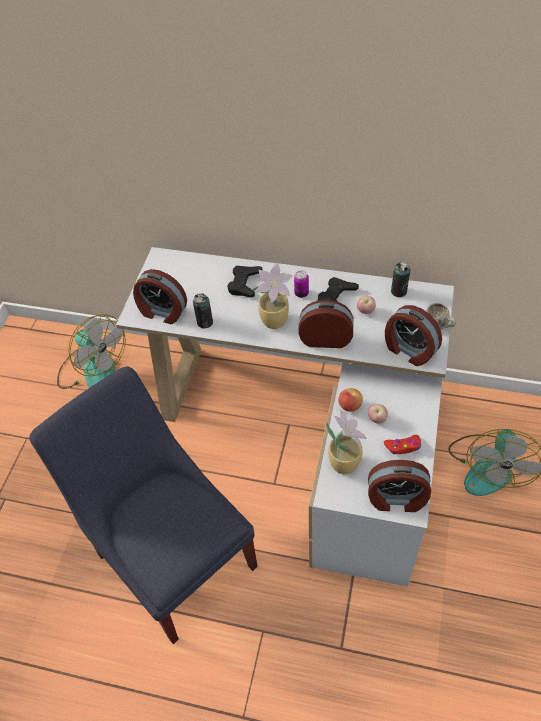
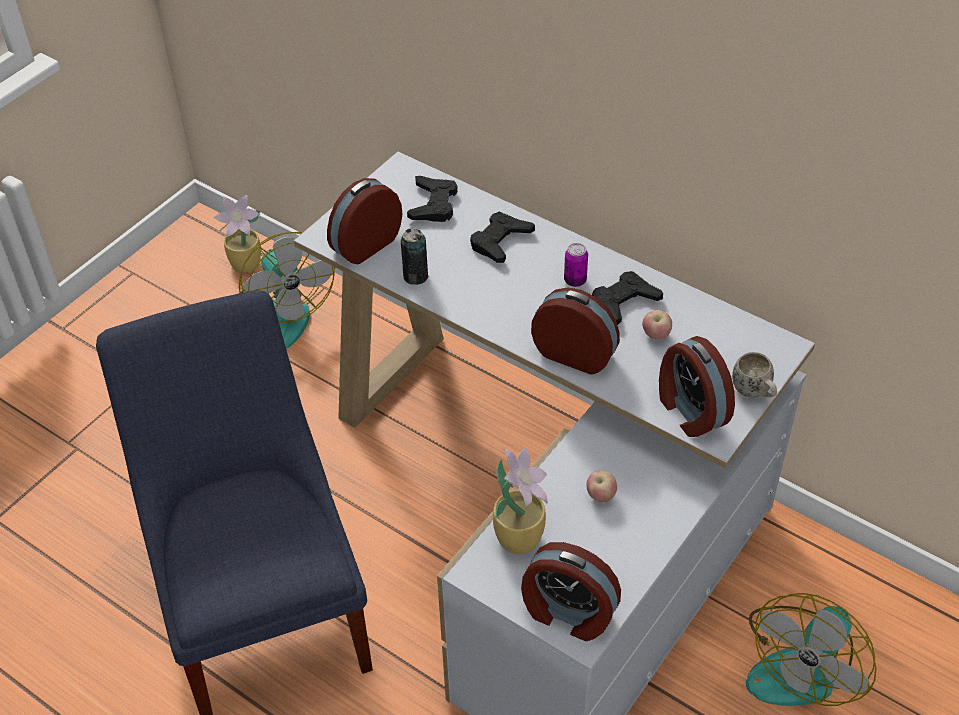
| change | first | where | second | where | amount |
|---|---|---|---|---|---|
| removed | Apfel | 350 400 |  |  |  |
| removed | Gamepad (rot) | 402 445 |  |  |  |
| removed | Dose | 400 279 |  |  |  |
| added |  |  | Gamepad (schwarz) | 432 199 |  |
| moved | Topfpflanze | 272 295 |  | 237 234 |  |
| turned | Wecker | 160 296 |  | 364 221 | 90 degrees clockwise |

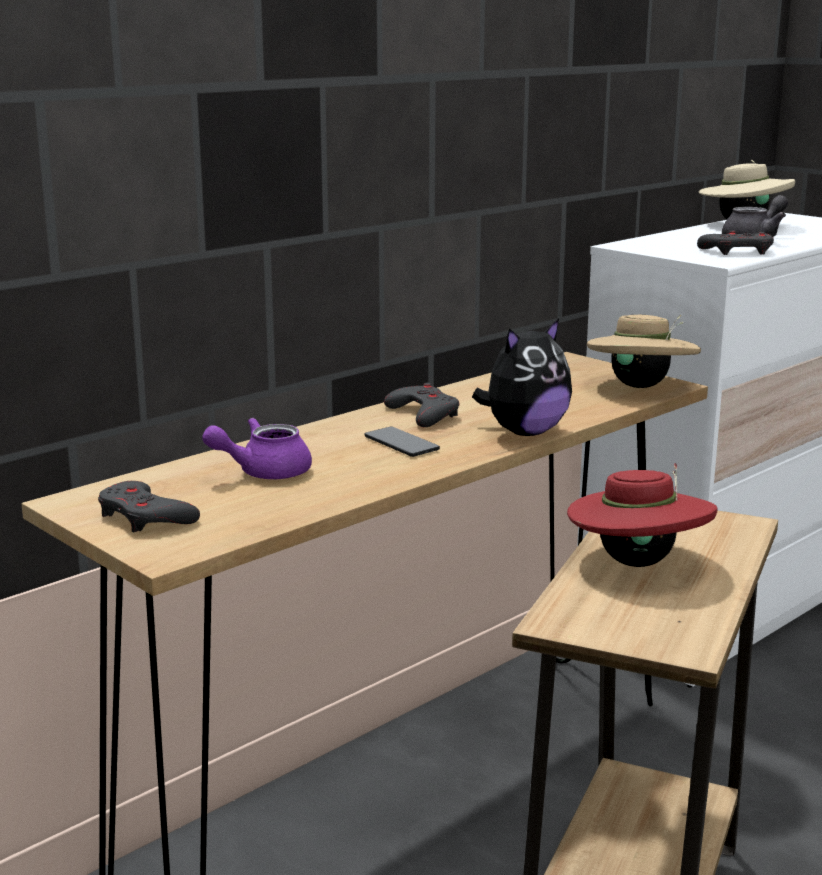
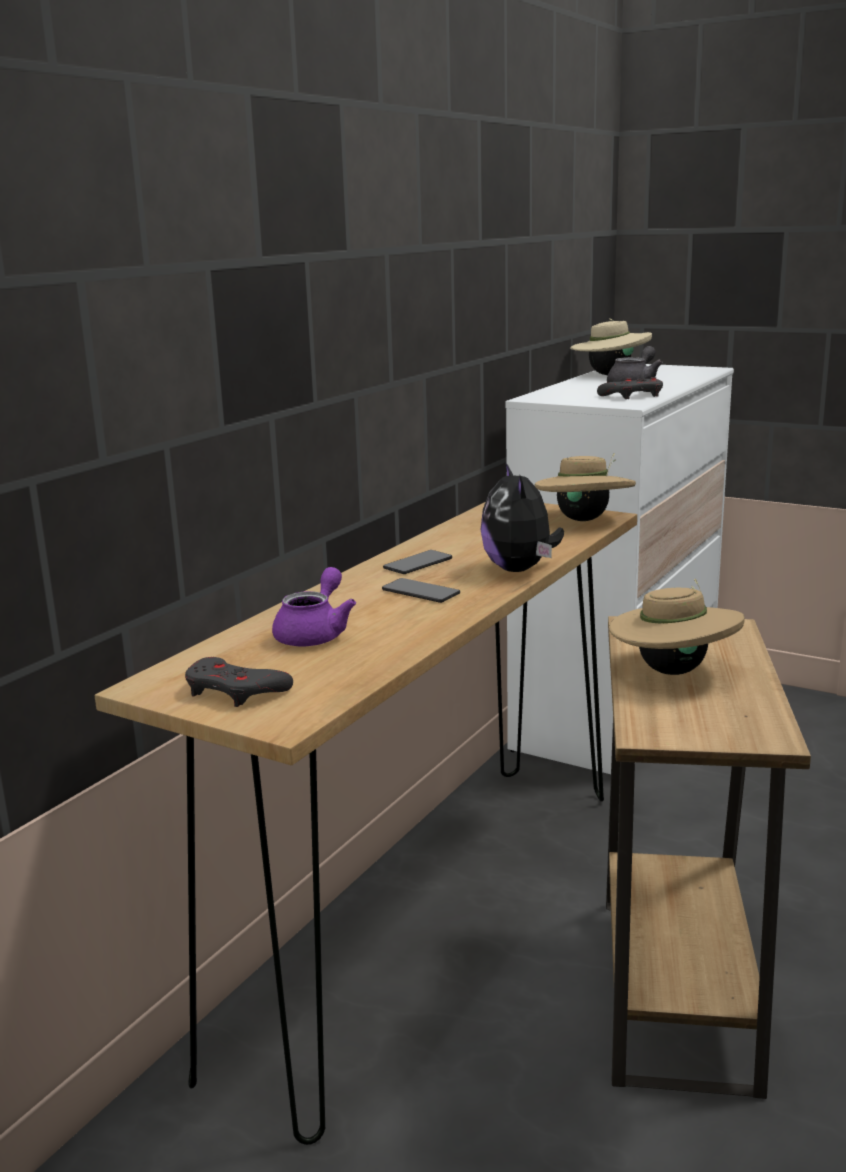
| change | first | where | second | where | amount |
|---|---|---|---|---|---|
| replaced | Gamepad (grau) | 422 405 | Handy | 417 562 |  |
| recoloured | Hut (rot) | 642 515 | Hut (beige) | 677 627 |  |
| turned | Teekanne (lila) | 257 448 |  | 314 606 | 150 degrees clockwise |
| turned | Plüschtier | 522 377 |  | 522 517 | 135 degrees clockwise |

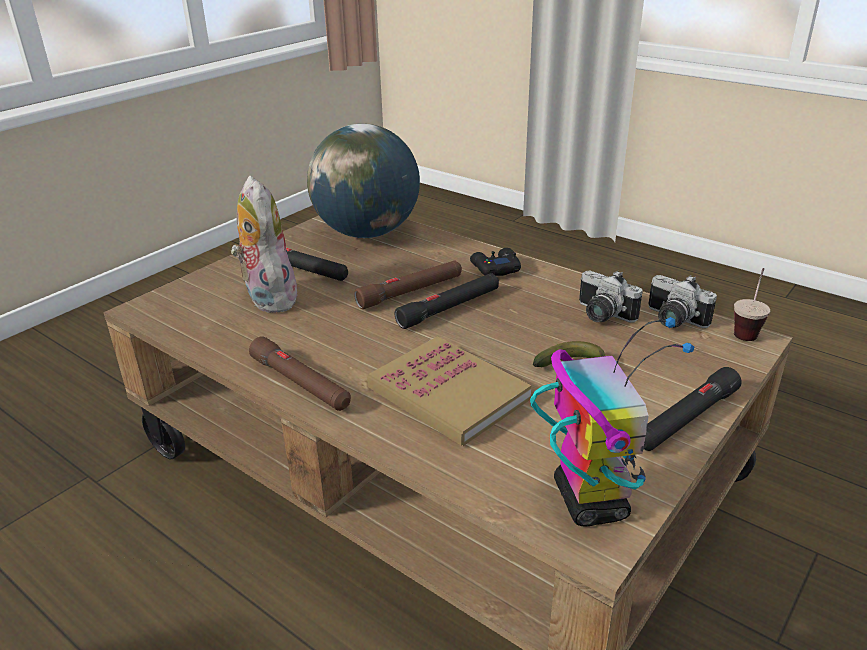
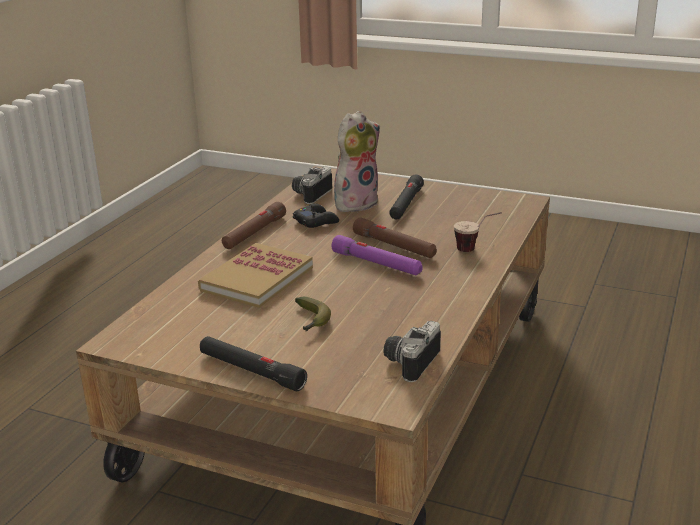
| change | first | where | second | where | amount |
|---|---|---|---|---|---|
| removed | Globus | 363 181 |  |  |  |
| removed | Spielzeugroboter | 612 421 |  |  |  |
| moved | Gamepad (schwarz) | 495 262 |  | 316 216 |  |
| moved | Kamera | 611 297 |  | 312 185 |  |
| moved | Tasse | 752 304 |  | 478 232 |  |
| recoloured | Taschenlampe (schwarz) | 447 301 | Taschenlampe (lila) | 377 255 |  |

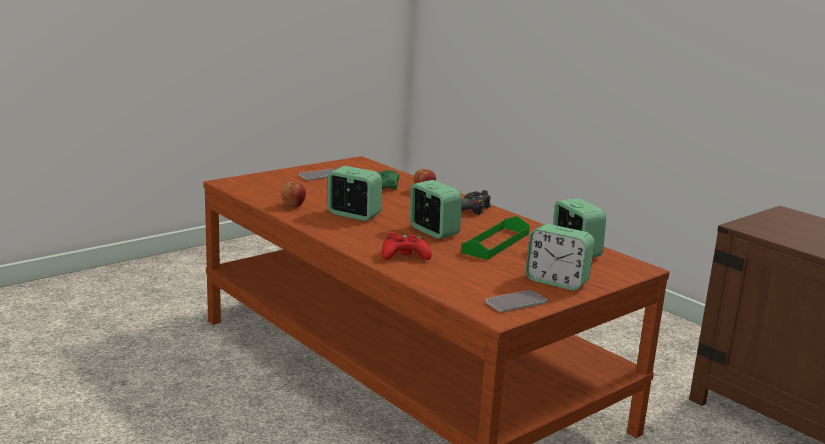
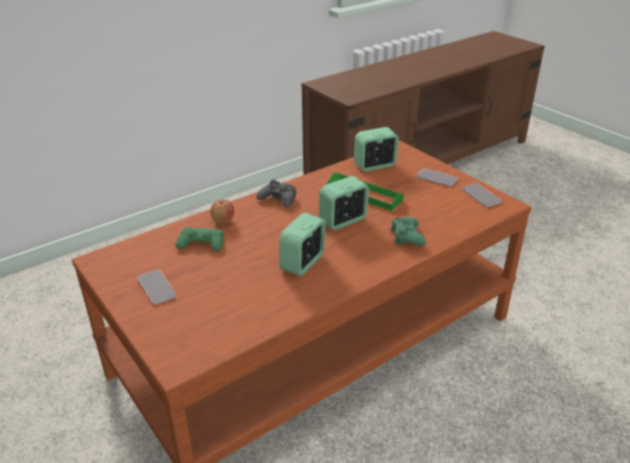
| change | first | where | second | where | amount |
|---|---|---|---|---|---|
| removed | Apfel | 293 194 |  |  |  |
| replaced | Wecker | 560 257 | Handy | 437 177 |  |
| recoloured | Gamepad (rot) | 407 246 | Gamepad (grün) | 408 231 |  |

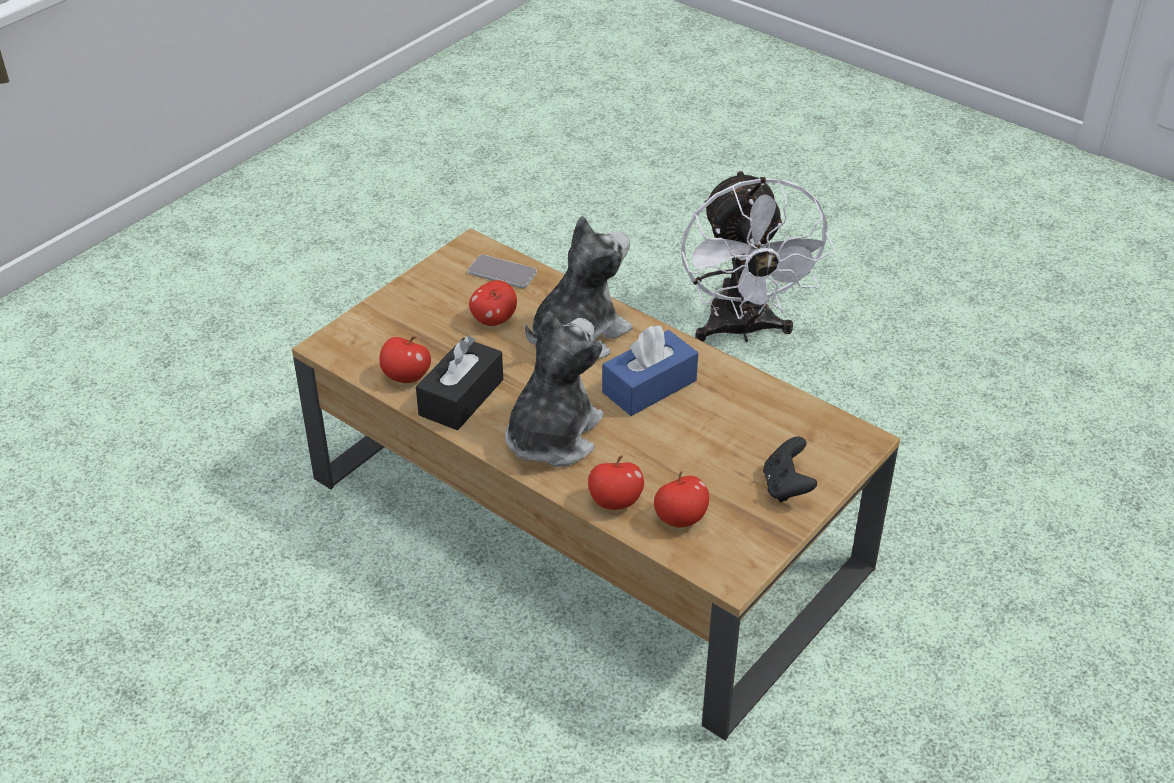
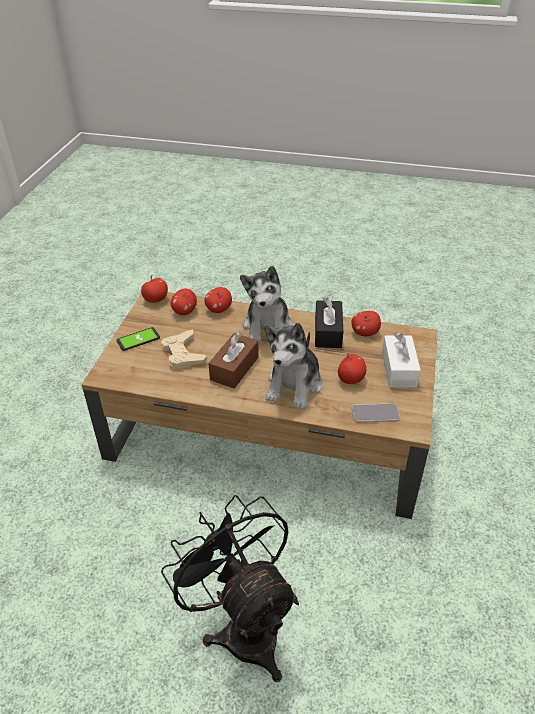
| change | first | where | second | where | amount |
|---|---|---|---|---|---|
| added |  |  | Apfel | 154 289 |  |
| added |  |  | Gamepad (beige) | 184 349 |  |
| added |  |  | Taschentuchbox (weiß) | 401 360 |  |
| replaced | Gamepad (schwarz) | 790 469 | Handy | 138 339 |  |
| recoloured | Taschentuchbox (blau) | 650 371 | Taschentuchbox (braun) | 233 360 |  |
| recoloured | Ventilator (weiß) | 758 256 | Ventilator (schwarz) | 230 588 |  |

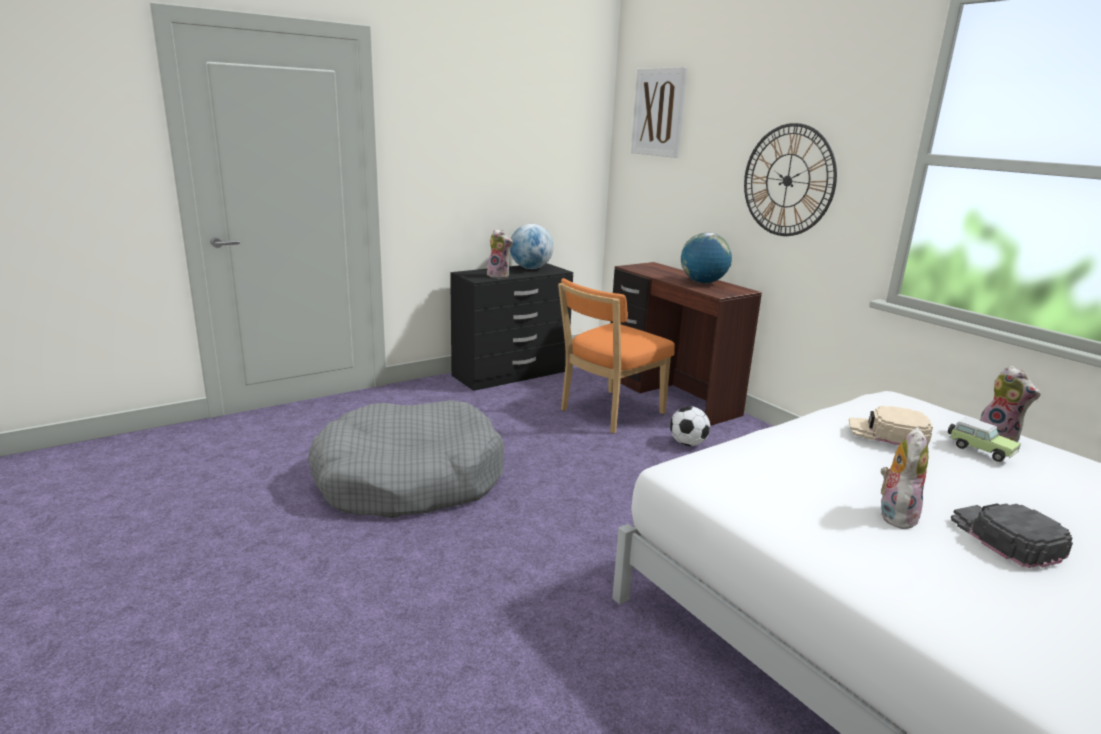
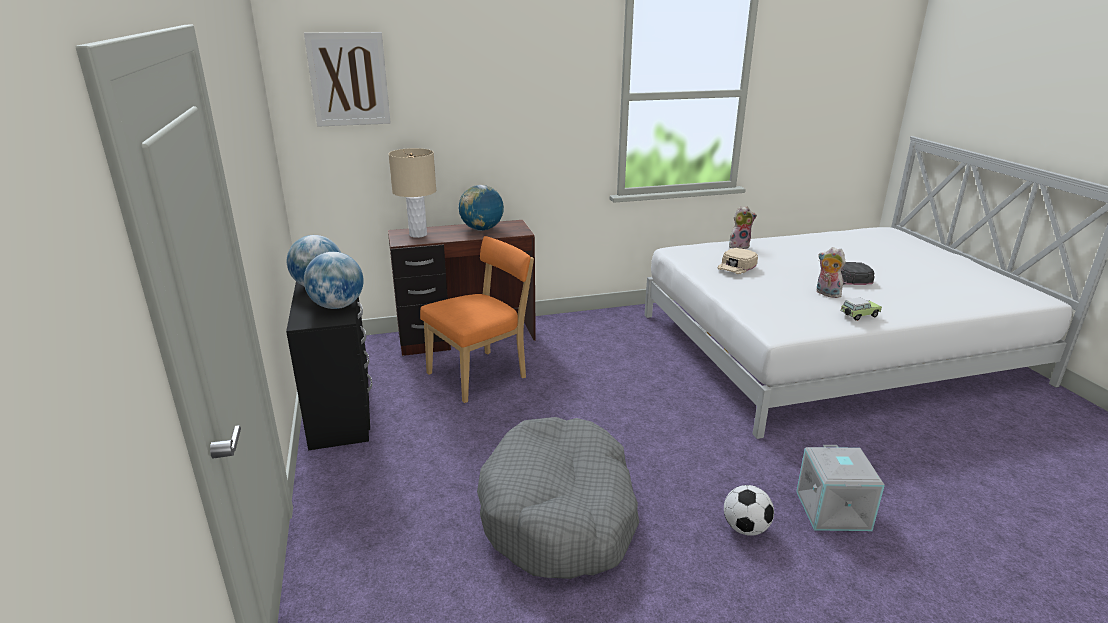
| change | first | where | second | where | amount |
|---|---|---|---|---|---|
| removed | Wanduhr | 790 179 |  |  |  |
| added |  |  | Tischlampe (beige) | 412 193 |  |
| added |  |  | Aufbewahrungsbox (grau) | 840 488 |  |
| moved | Fußball | 690 426 |  | 749 510 |  |
| moved | Spielzeugauto | 984 439 |  | 861 309 |  |
| replaced | Plüschtier | 500 254 | Globus | 334 280 |  |
| turned | Stuhl (orange) | 616 355 |  | 477 319 | 105 degrees counterclockwise |

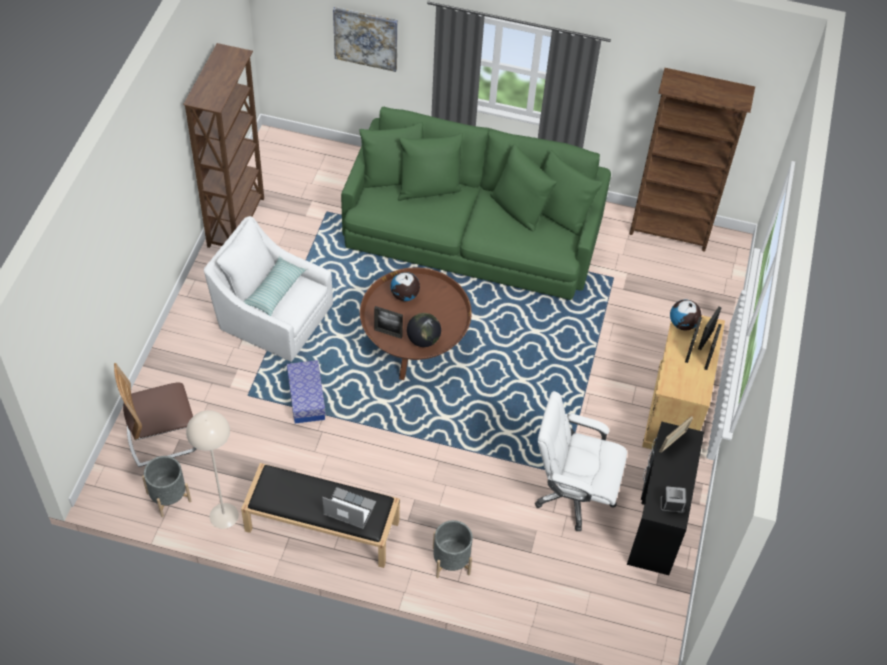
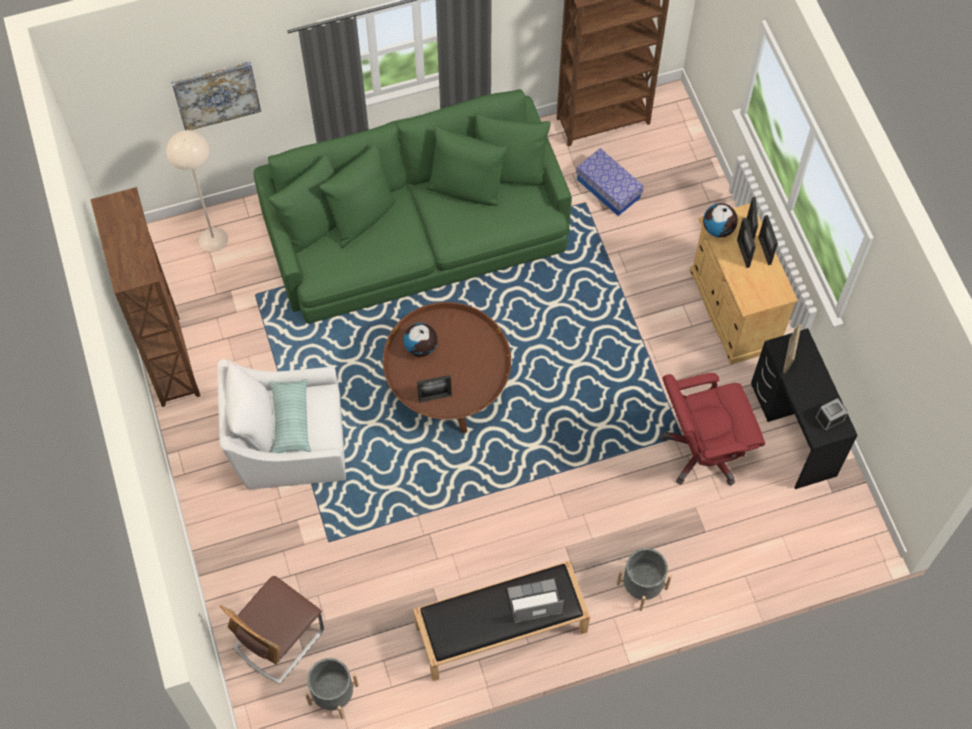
| change | first | where | second | where | amount |
|---|---|---|---|---|---|
| removed | Globus | 424 330 |  |  |  |
| moved | Stehlampe (beige) | 212 469 |  | 197 191 |  |
| moved | Aufbewahrungsbox | 306 392 |  | 610 182 |  |
| recoloured | Bürostuhl (weiß) | 581 461 | Bürostuhl (rot) | 712 429 |  |

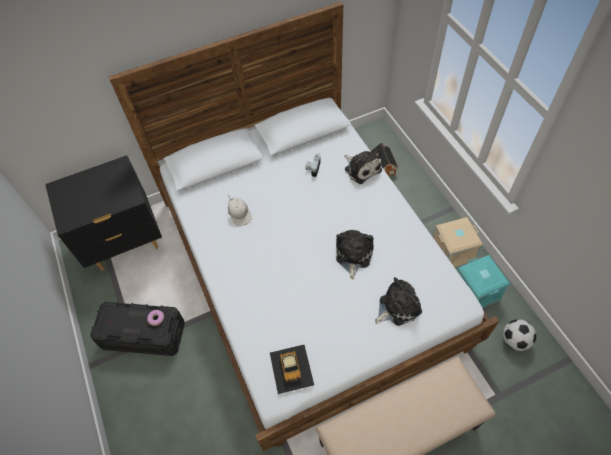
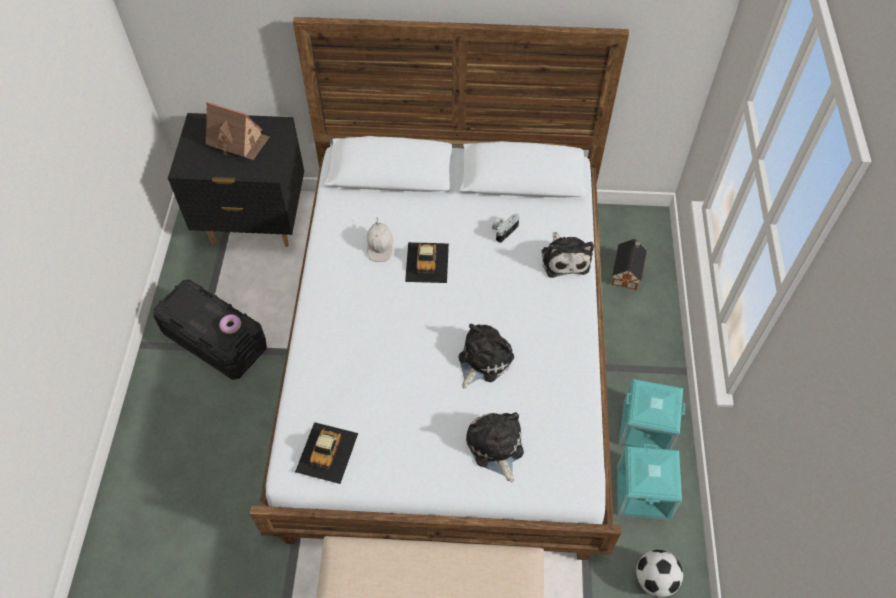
| change | first | where | second | where | amount |
|---|---|---|---|---|---|
| added |  |  | Spielzeughaus | 237 131 |  |
| added |  |  | Spielzeugauto | 427 262 |  |
| recoloured | Aufbewahrungsbox (beige) | 457 242 | Aufbewahrungsbox (türkis) | 652 414 |  |
| turned | Plüschtier | 398 301 |  | 495 447 | 105 degrees counterclockwise |

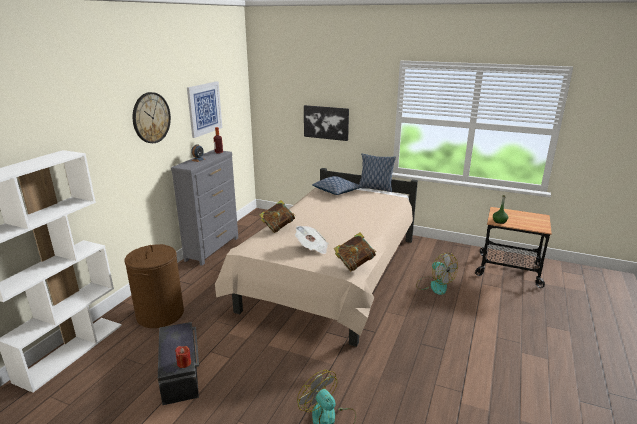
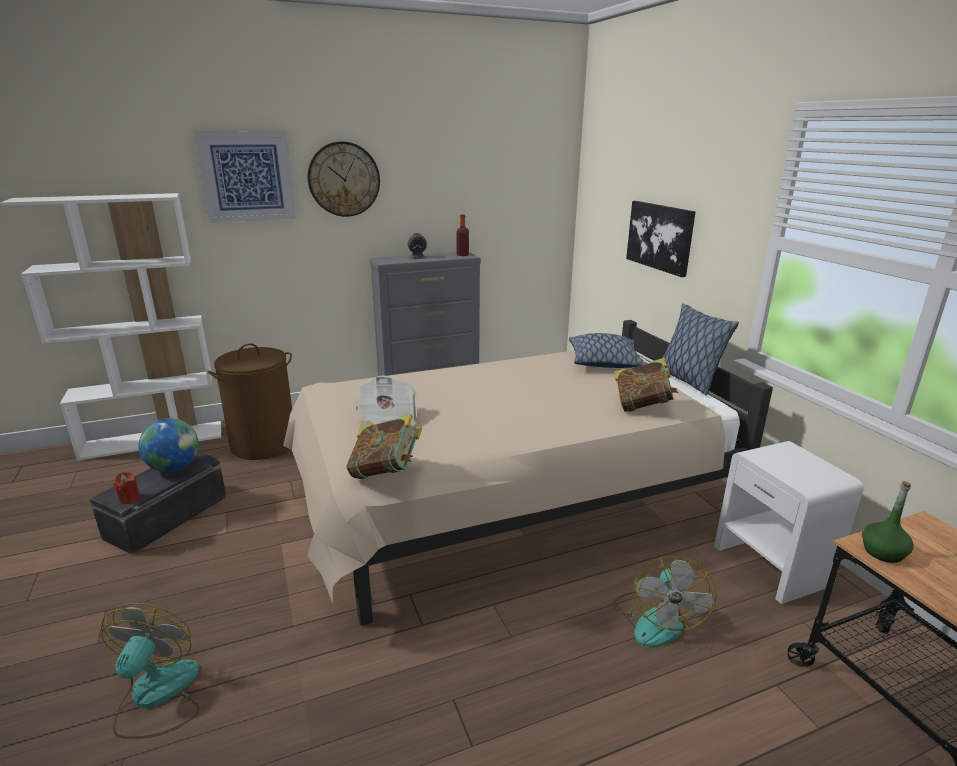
| change | first | where | second | where | amount |
|---|---|---|---|---|---|
| added |  |  | Globus | 168 445 |  |
| added |  |  | Nachttisch (weiß) | 789 522 |  |
| moved | Bild | 204 109 |  | 245 177 |  |
| moved | Buch | 277 216 |  | 646 385 |  |

